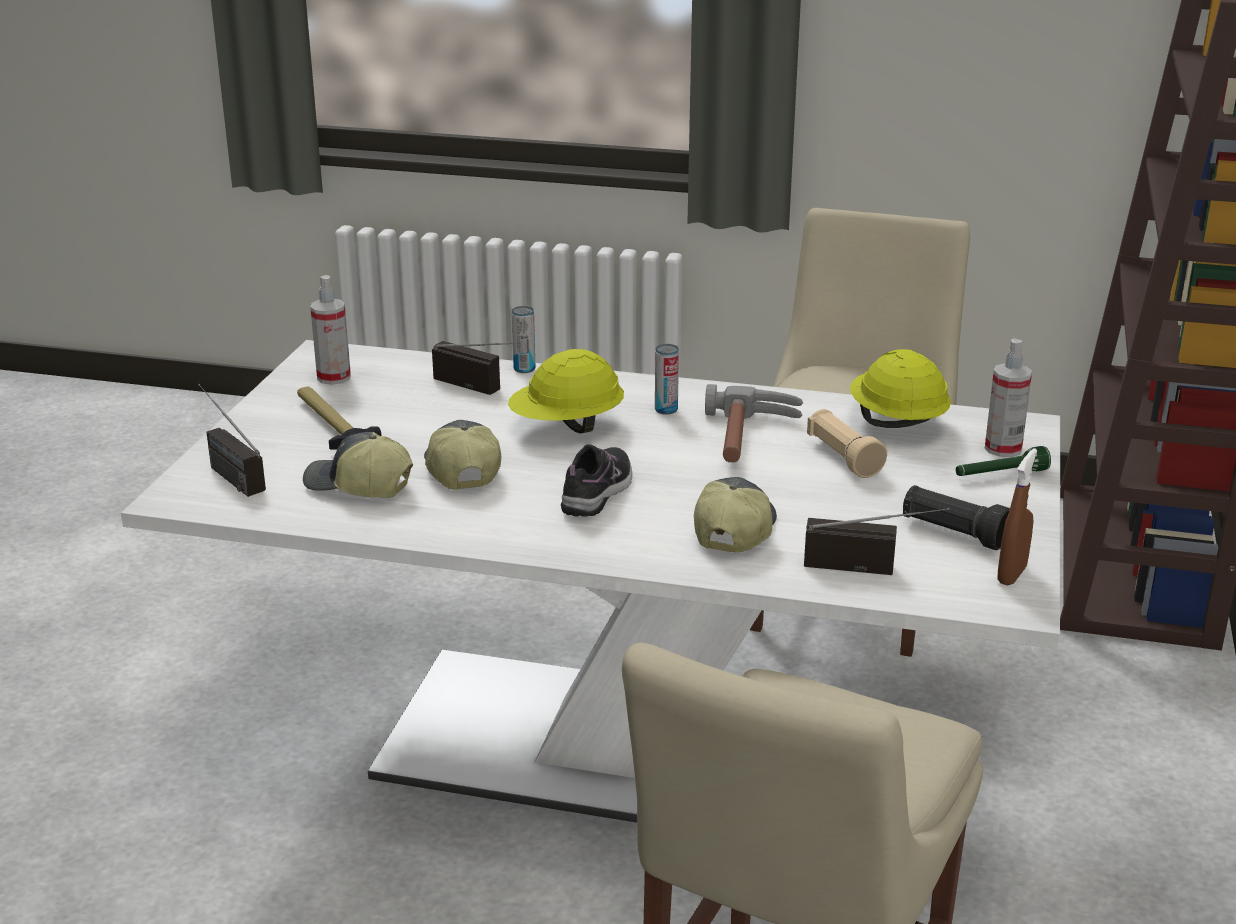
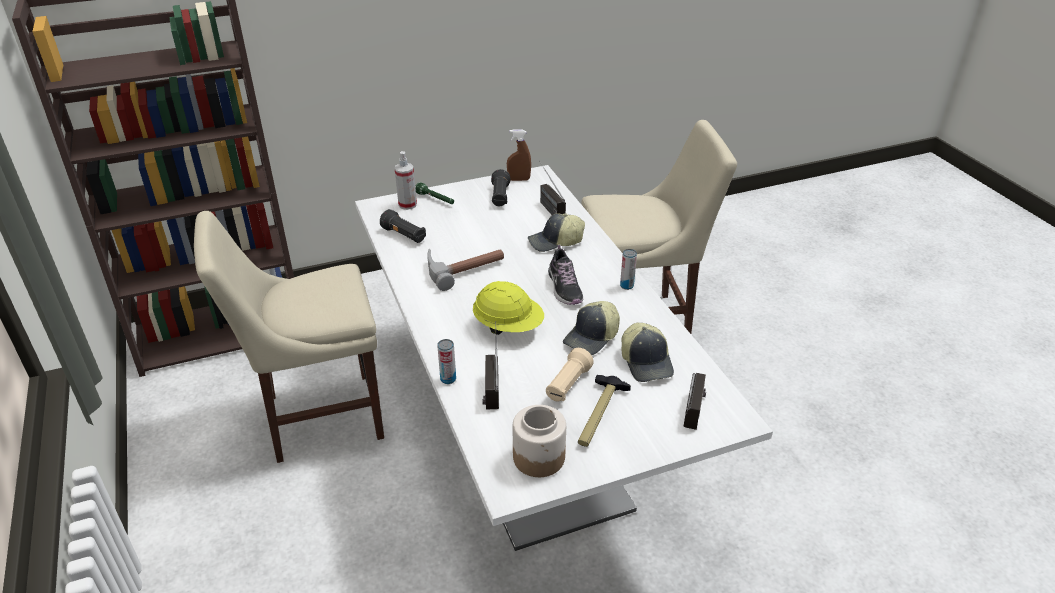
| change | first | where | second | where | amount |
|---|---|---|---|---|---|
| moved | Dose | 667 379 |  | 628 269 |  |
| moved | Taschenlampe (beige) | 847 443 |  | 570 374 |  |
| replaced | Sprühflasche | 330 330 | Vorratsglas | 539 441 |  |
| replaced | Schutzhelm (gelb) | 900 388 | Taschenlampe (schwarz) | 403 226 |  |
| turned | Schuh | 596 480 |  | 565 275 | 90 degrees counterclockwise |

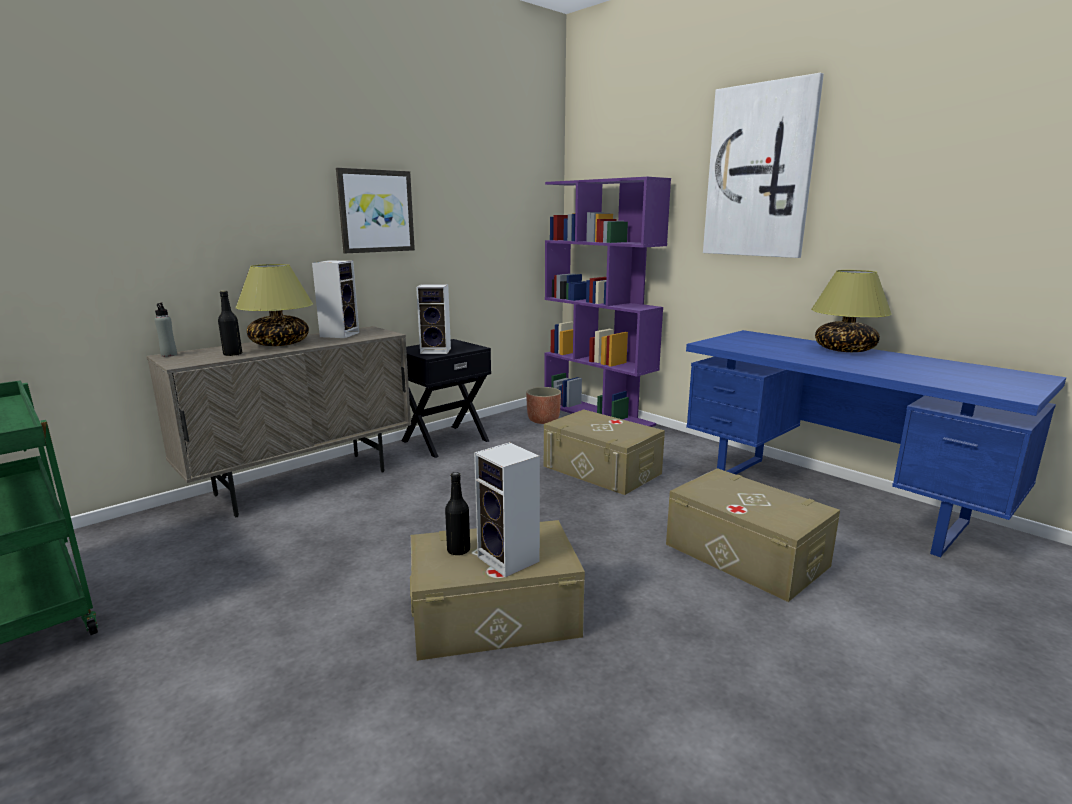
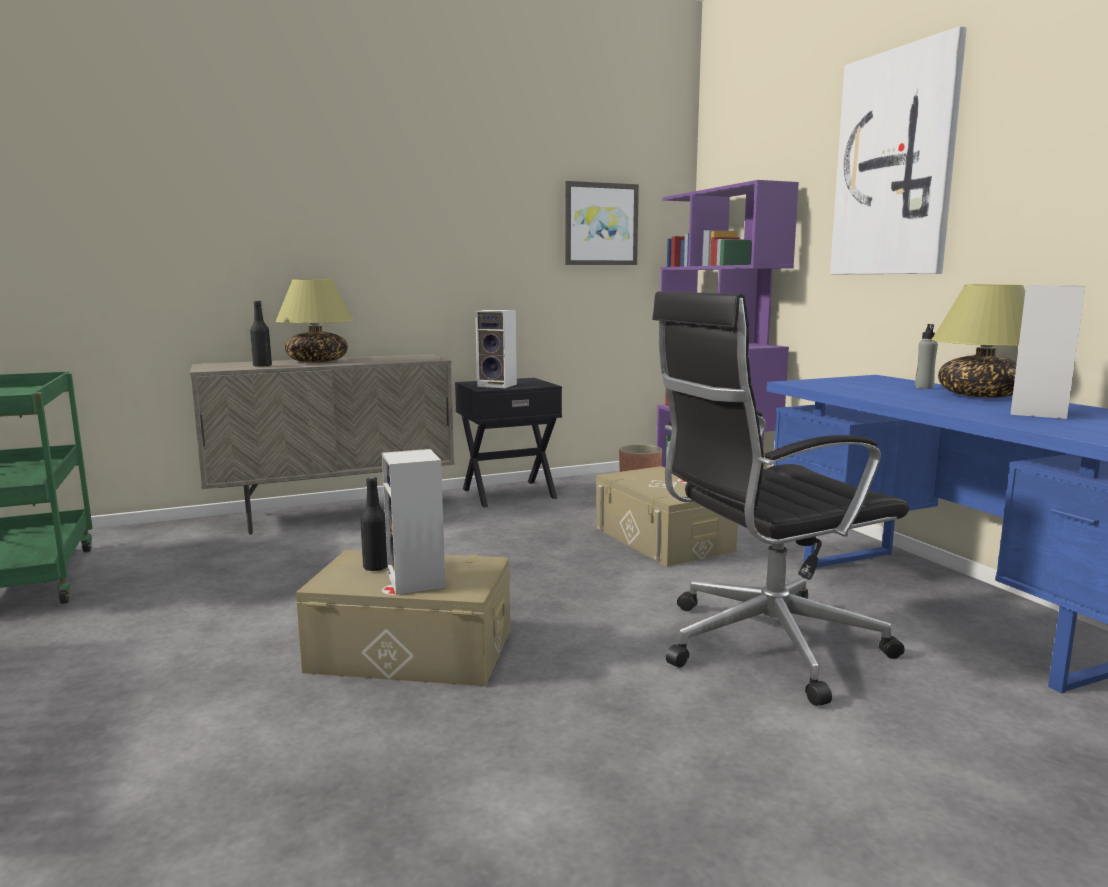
| change | first | where | second | where | amount |
|---|---|---|---|---|---|
| moved | Flasche (grau) | 166 329 |  | 926 356 |  |
| moved | Lautsprecher | 335 299 |  | 1047 352 |  |
| moved | Bild | 375 210 |  | 602 223 |  |
| replaced | Aufbewahrungsbox (beige) | 753 535 | Bürostuhl (schwarz) | 780 498 |  |

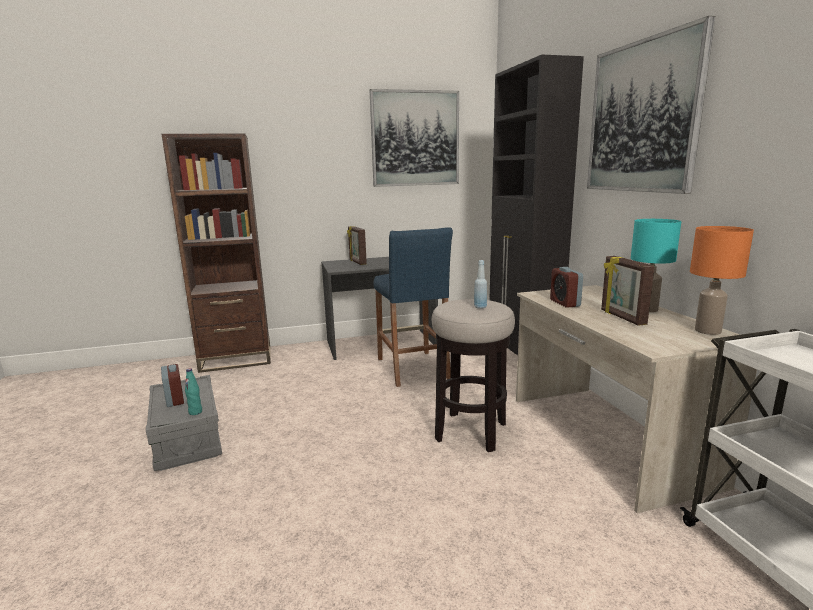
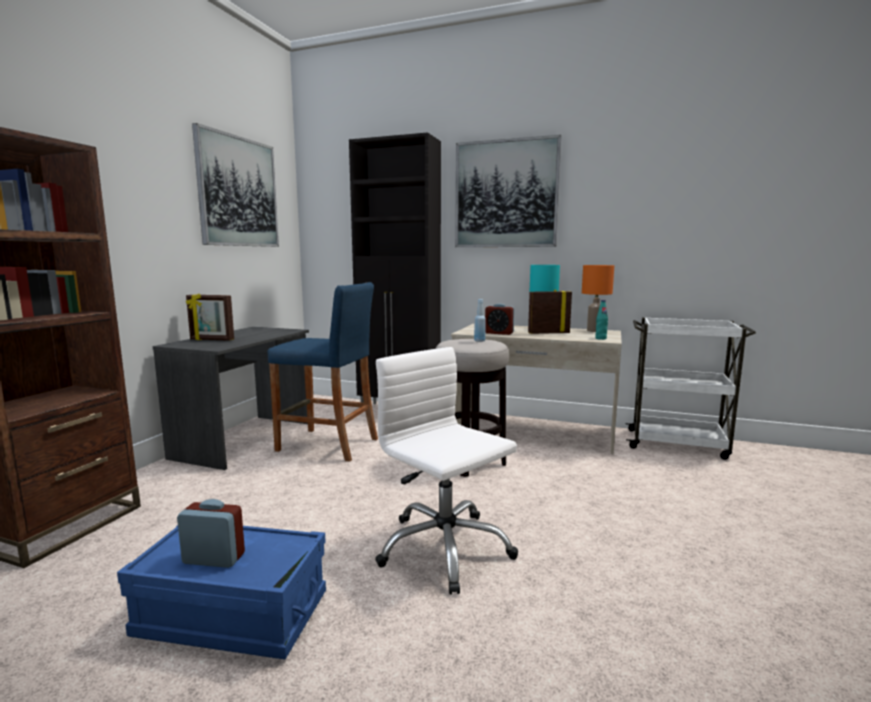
| change | first | where | second | where | amount |
|---|---|---|---|---|---|
| added |  |  | Bürostuhl (weiß) | 446 471 |  |
| moved | Flasche (türkis) | 193 391 |  | 601 320 |  |
| recoloured | Aufbewahrungsbox (grau) | 184 423 | Aufbewahrungsbox (blau) | 221 592 |  |
| turned | Bilderrahmen | 628 291 |  | 550 312 | 150 degrees clockwise |

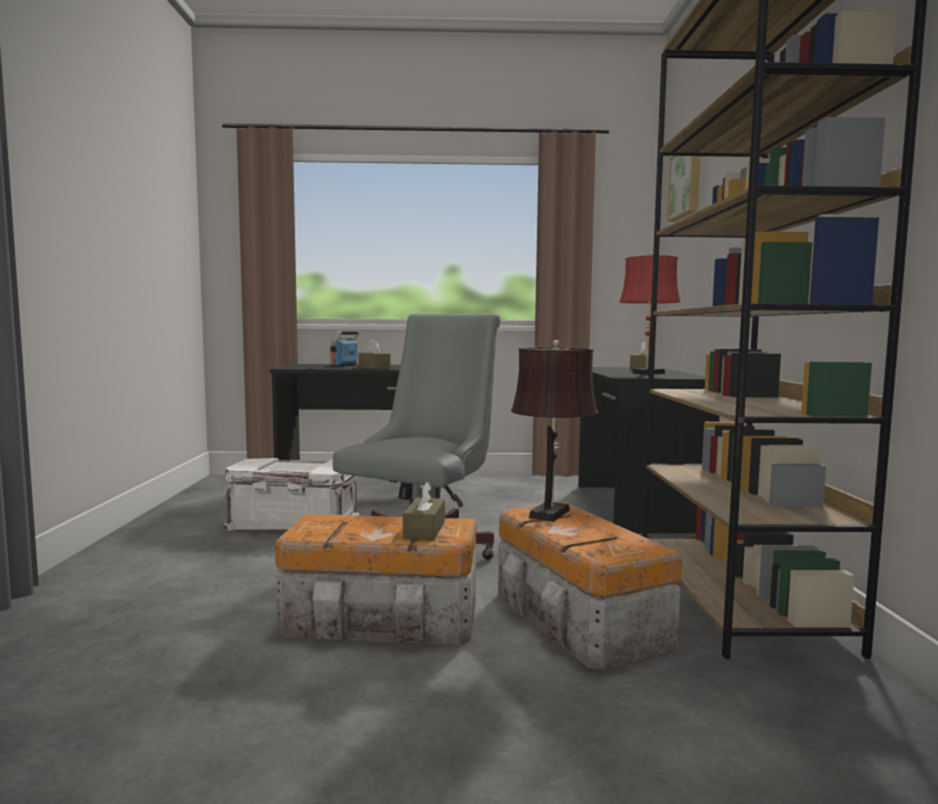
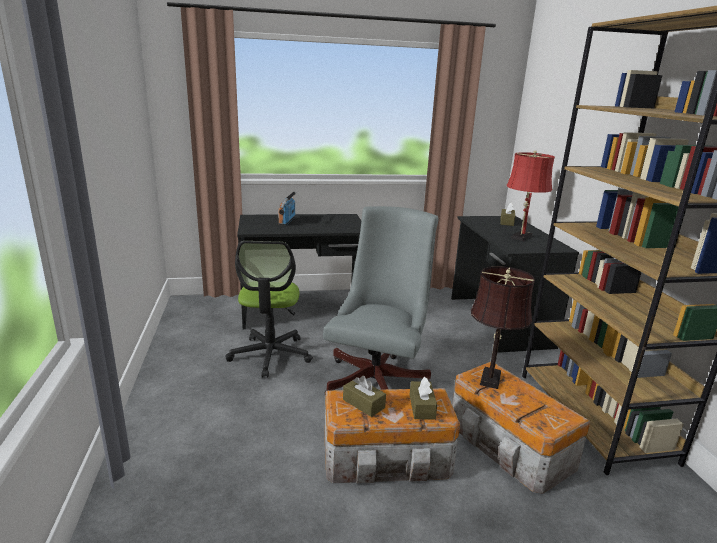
| change | first | where | second | where | amount |
|---|---|---|---|---|---|
| removed | Bild | 683 189 |  |  |  |
| moved | Taschentuchbox (braun) | 374 354 |  | 364 396 |  |
| replaced | Aufbewahrungsbox (weiß) | 291 494 | Bürostuhl | 269 309 |  |

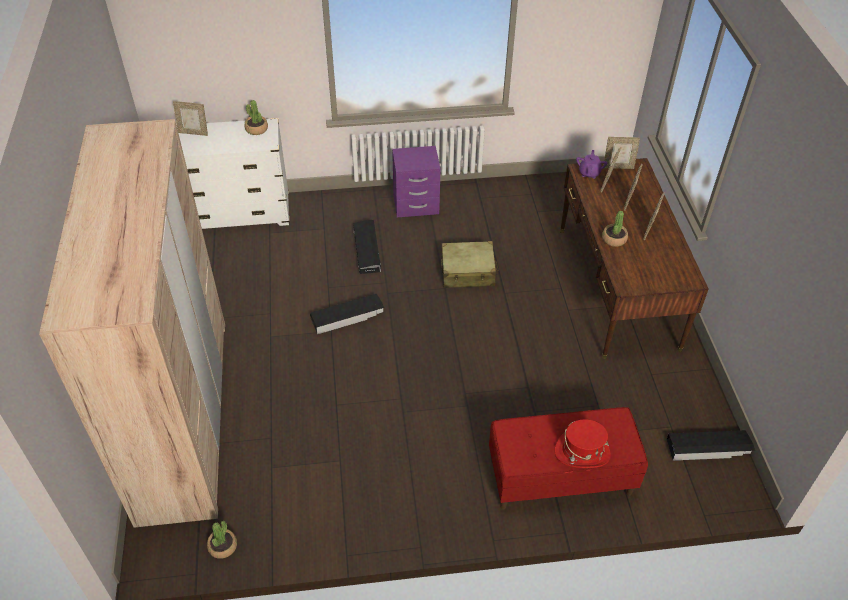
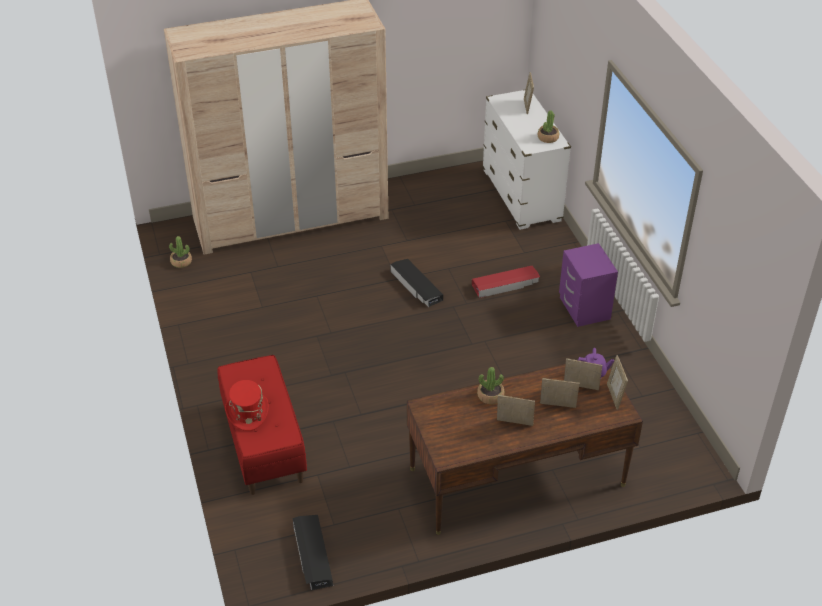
| change | first | where | second | where | amount |
|---|---|---|---|---|---|
| removed | Koffer (beige) | 470 264 |  |  |  |
| recoloured | Aufbewahrungsbox (schwarz) | 367 247 | Aufbewahrungsbox (rot) | 506 282 |  |

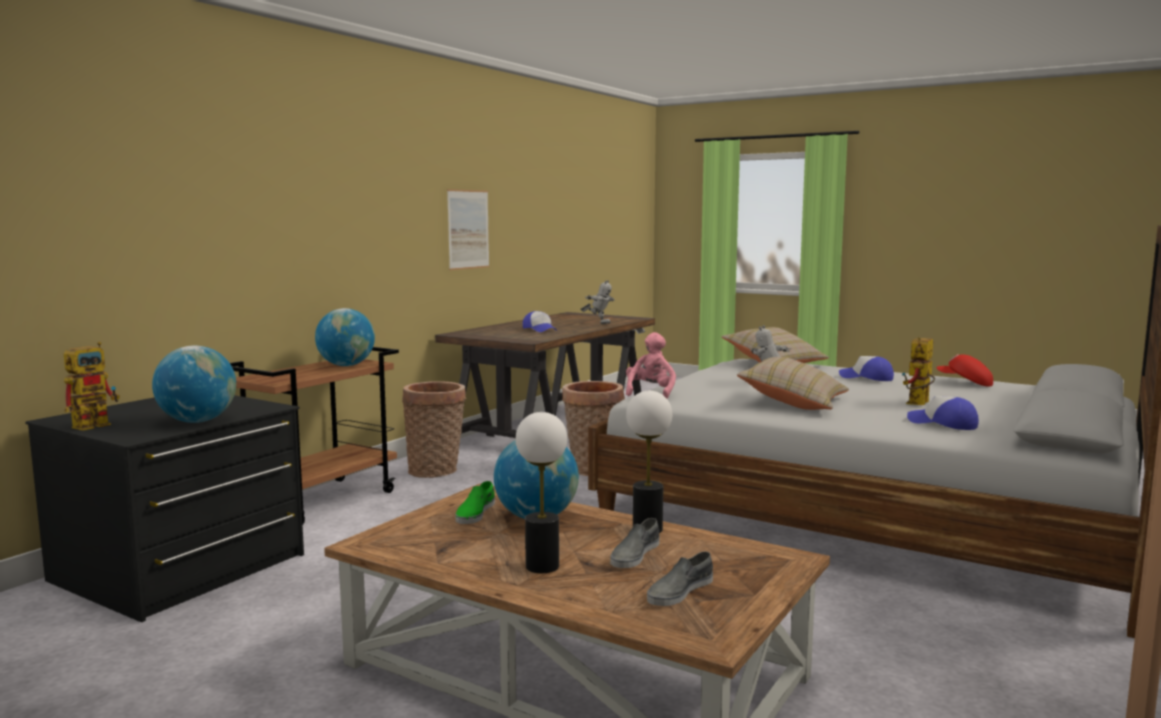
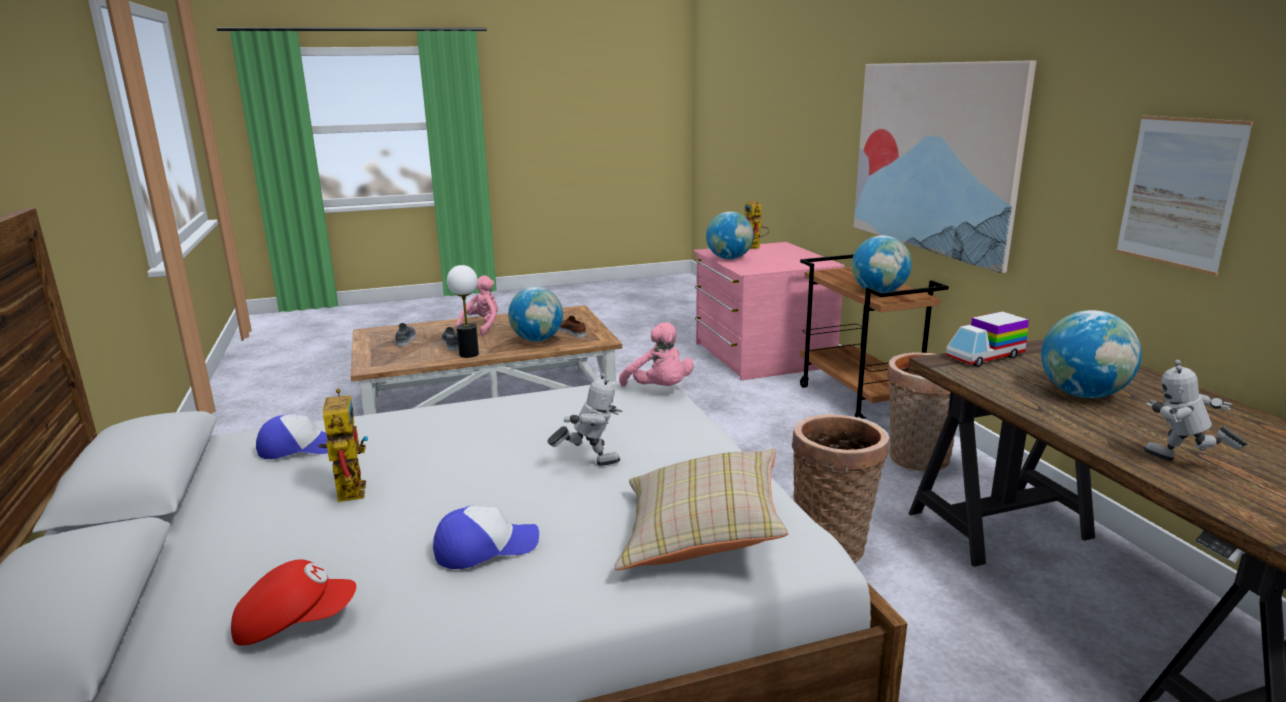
| change | first | where | second | where | amount |
|---|---|---|---|---|---|
| removed | Kissen (beige) | 793 383 |  |  |  |
| added |  |  | Bild | 945 166 |  |
| added |  |  | Spielzeuglaster | 987 339 |  |
| replaced | Tischlampe | 541 492 | Plüschtier (rosa) | 476 305 |  |
| replaced | Kappe | 540 321 | Globus | 1091 354 |  |
| recoloured | Kommode (schwarz) | 164 508 | Kommode (rosa) | 769 311 |  |
| recoloured | Schuh (grün) | 475 502 | Schuh (braun) | 572 327 |  |
| turned | Spielzeugroboter | 597 302 |  | 1195 410 | 60 degrees clockwise |

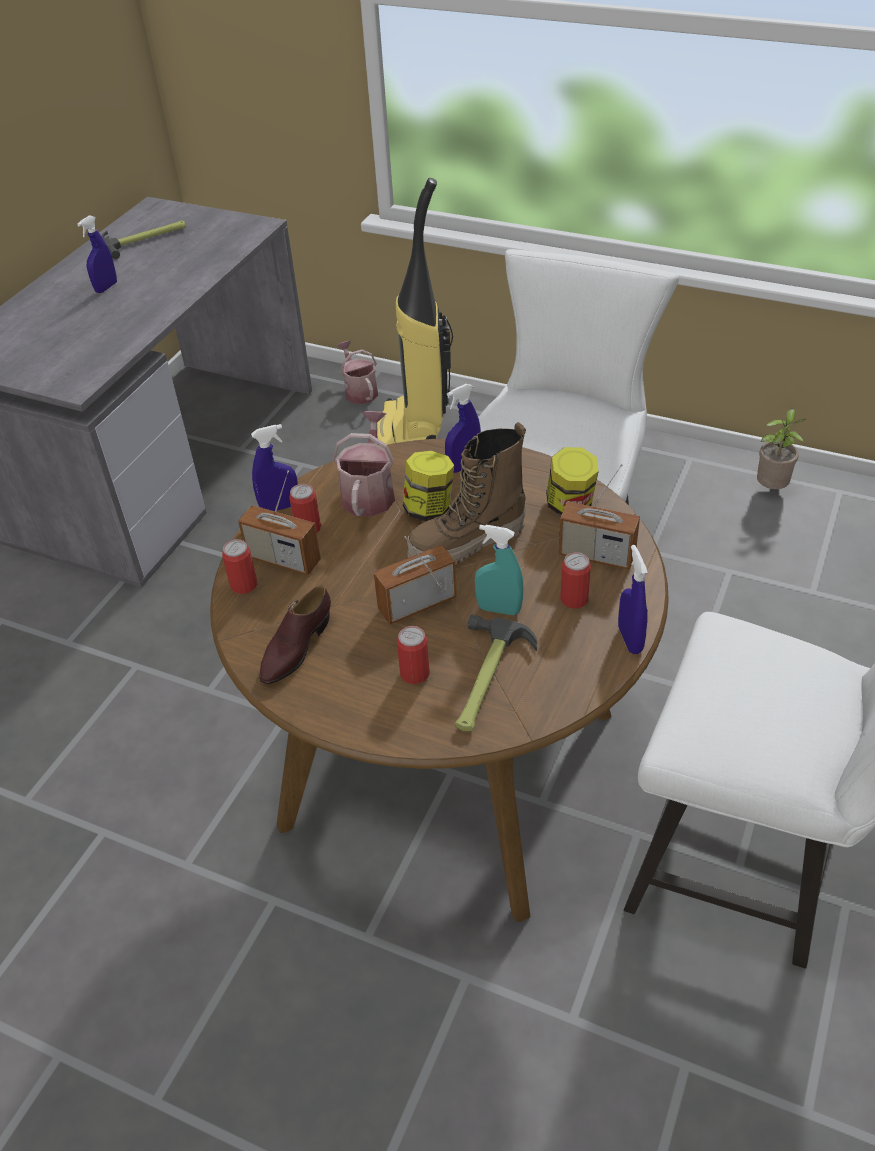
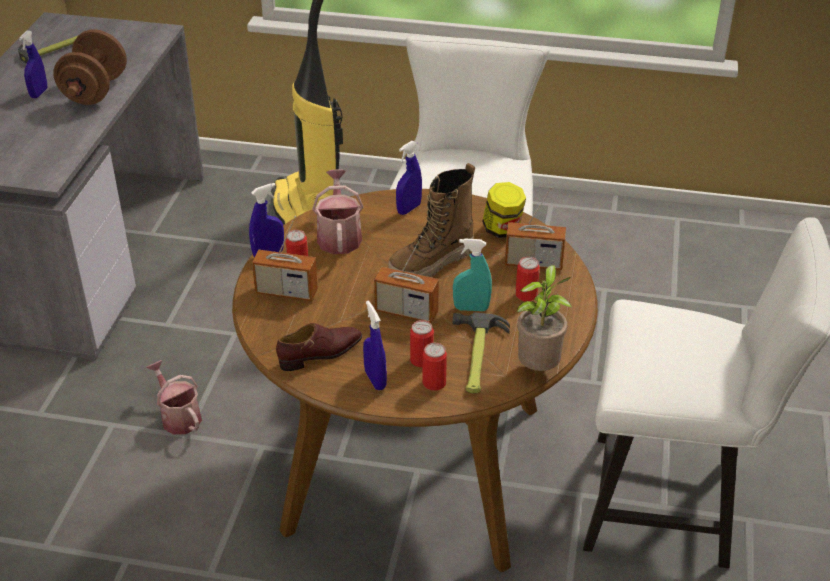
| change | first | where | second | where | amount |
|---|---|---|---|---|---|
| removed | Vorratsglas | 428 486 |  |  |  |
| added |  |  | Hantel (braun) | 90 67 |  |
| moved | Dose | 239 566 |  | 434 367 |  |
| moved | Gießkanne | 357 372 |  | 174 397 |  |
| moved | Sprühflasche (blau) | 633 599 |  | 375 345 |  |
| moved | Topfpflanze | 781 449 |  | 544 318 |  |
| turned | Schuh (braun) | 295 634 |  | 319 347 | 135 degrees counterclockwise |
| turned | Radio | 415 580 |  | 406 279 | 120 degrees counterclockwise |

